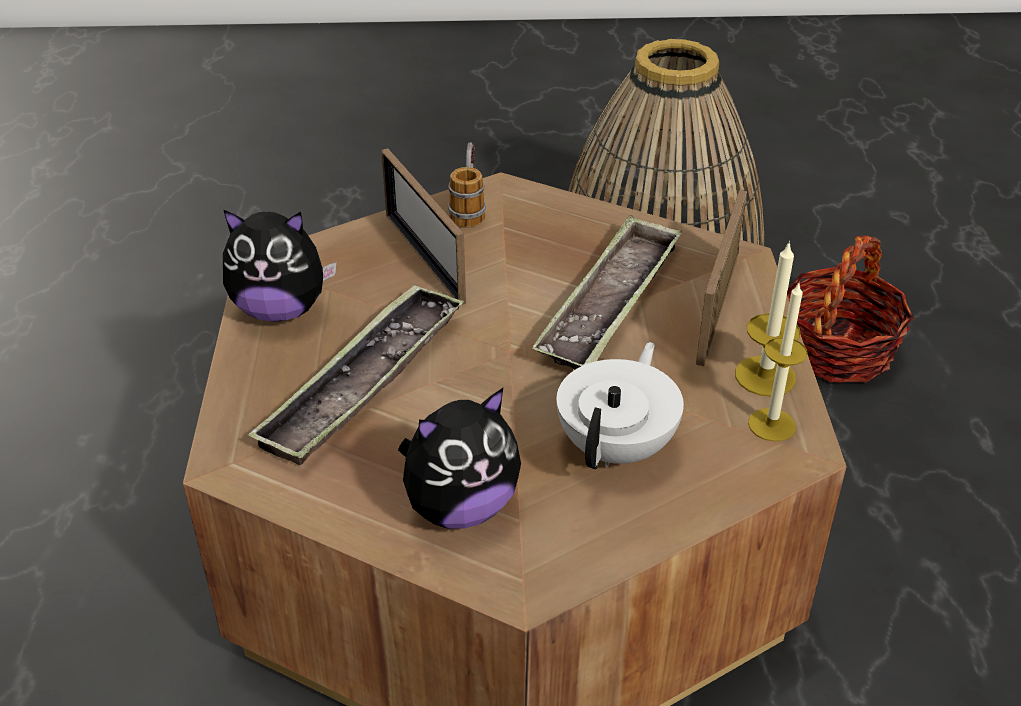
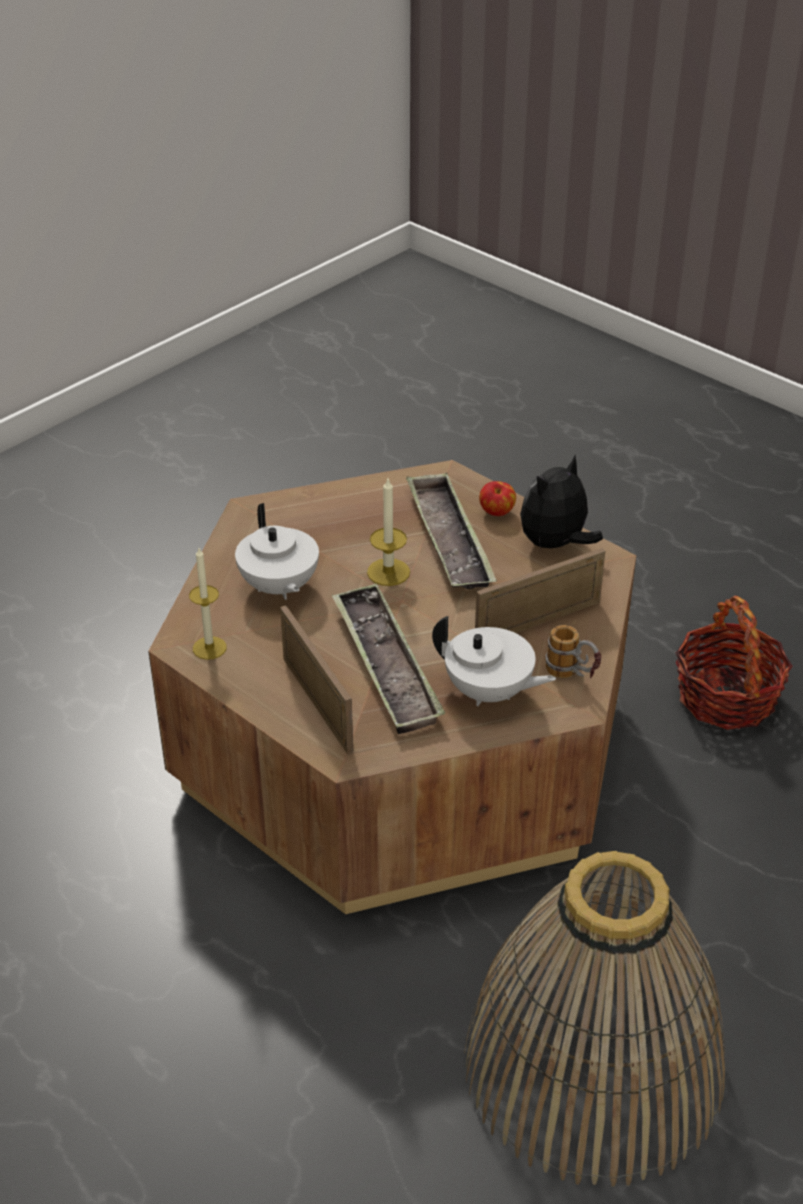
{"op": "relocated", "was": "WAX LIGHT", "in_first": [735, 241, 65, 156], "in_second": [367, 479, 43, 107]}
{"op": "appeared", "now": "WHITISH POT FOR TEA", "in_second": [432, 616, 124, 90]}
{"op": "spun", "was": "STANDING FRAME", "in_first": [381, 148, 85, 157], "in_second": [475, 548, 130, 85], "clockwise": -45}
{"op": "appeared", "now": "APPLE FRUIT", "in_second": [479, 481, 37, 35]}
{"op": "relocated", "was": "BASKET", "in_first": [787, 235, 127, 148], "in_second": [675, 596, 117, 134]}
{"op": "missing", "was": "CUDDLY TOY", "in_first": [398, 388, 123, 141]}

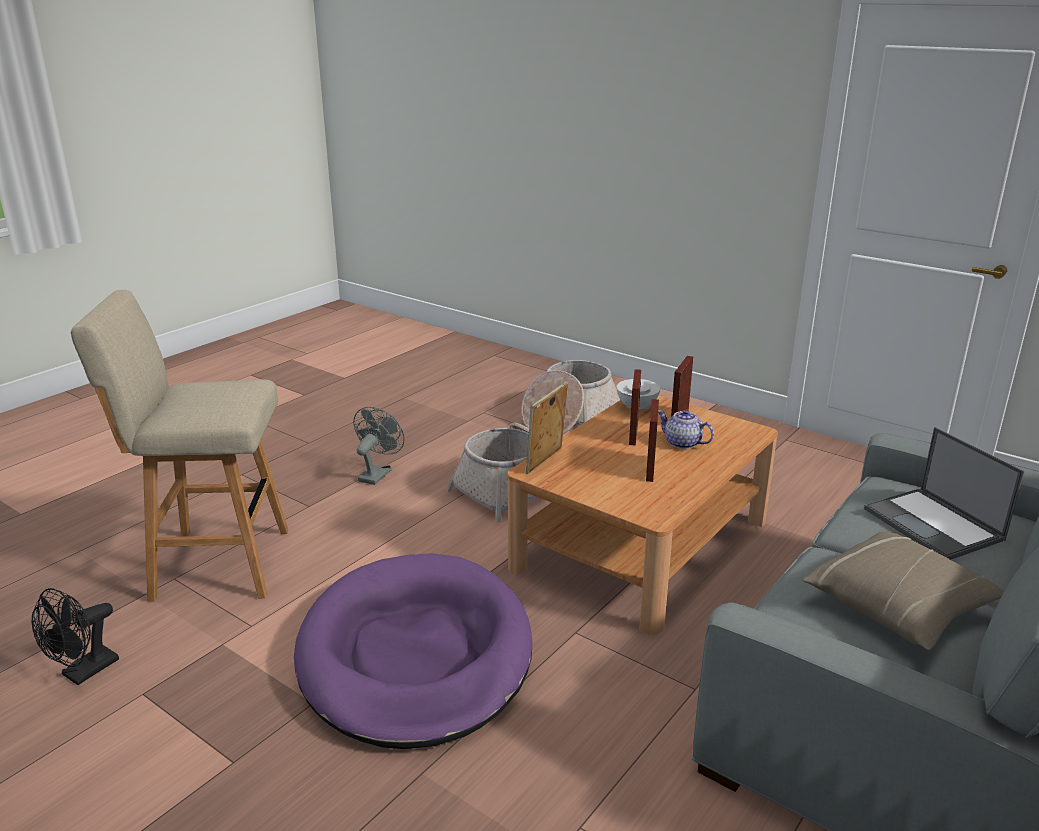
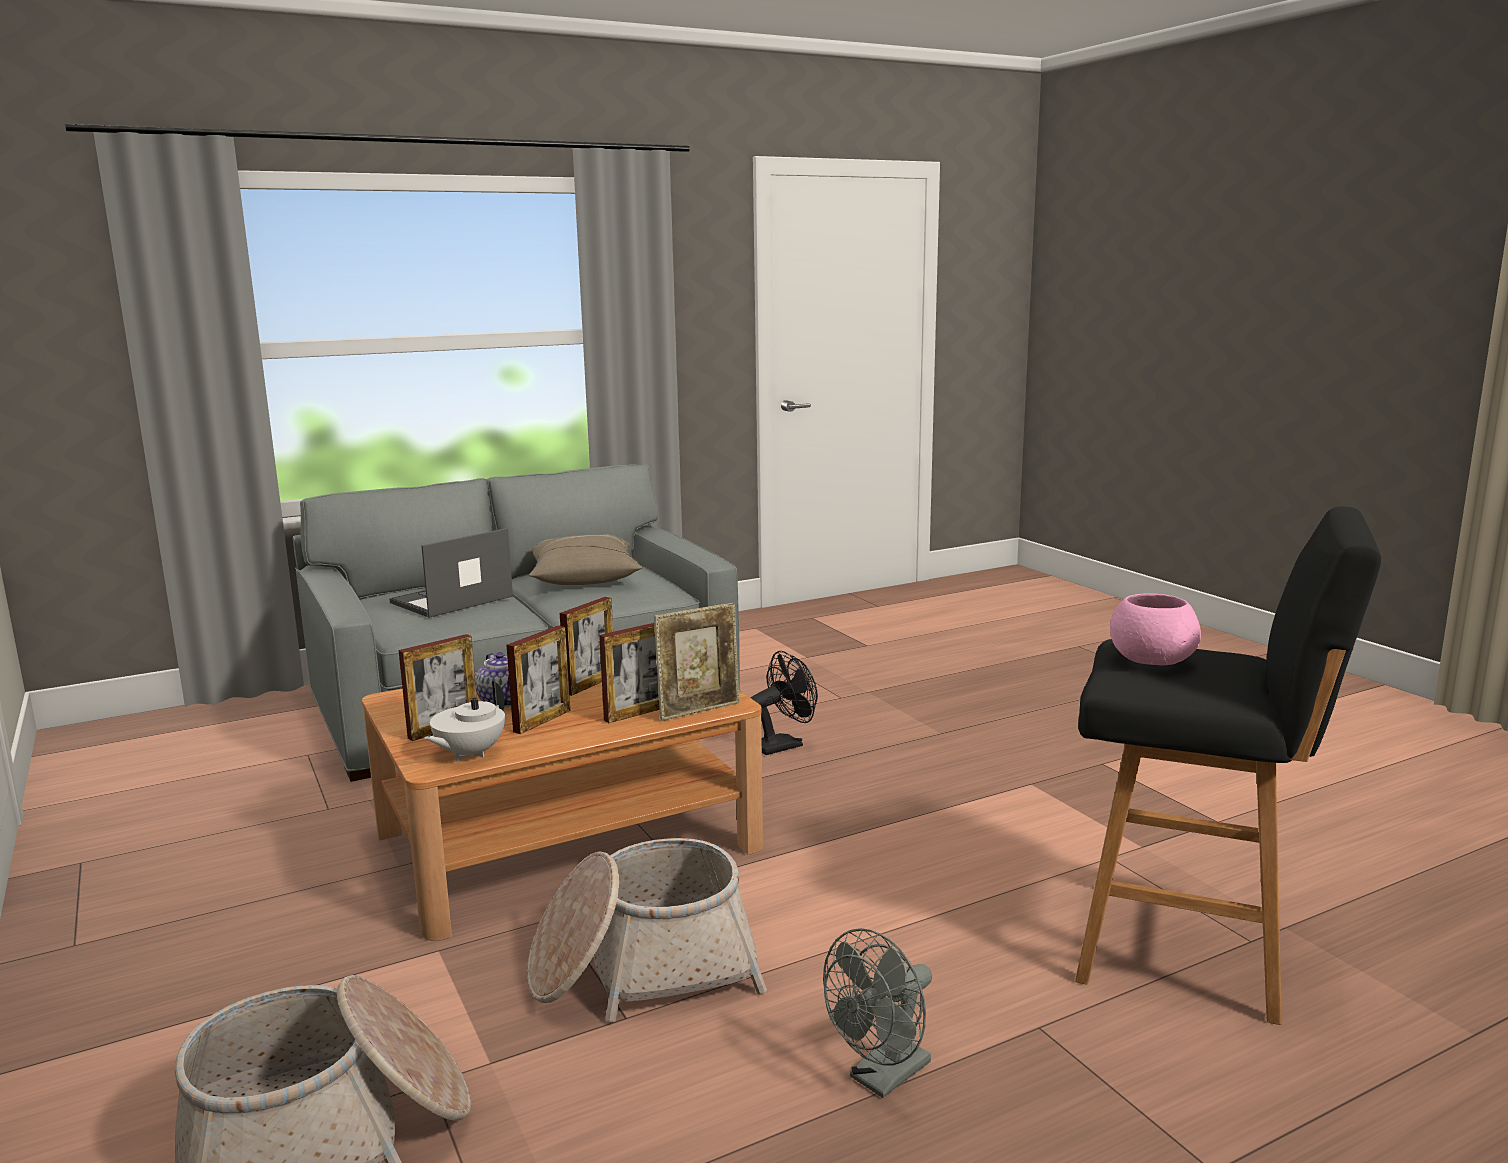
{"op": "spun", "was": "PORTABLE COMPUTER", "in_first": [864, 427, 160, 133], "in_second": [389, 528, 124, 90], "clockwise": -135}
{"op": "appeared", "now": "STANDING FRAME", "in_second": [599, 623, 61, 100]}
{"op": "relocated", "was": "BLACKISH ELECTRIC FAN", "in_first": [32, 588, 87, 97], "in_second": [751, 651, 67, 104]}
{"op": "colour", "was": "BEIGE SITTING STOOL", "now": "BLACKISH SITTING STOOL", "in_first": [71, 290, 218, 312], "in_second": [1075, 506, 306, 519]}
{"op": "appeared", "now": "PINK-COLOURED SERVING BOWL", "in_second": [1110, 593, 91, 72]}
{"op": "missing", "was": "PURPLE-COLOURED DOG BED", "in_first": [294, 553, 239, 196]}

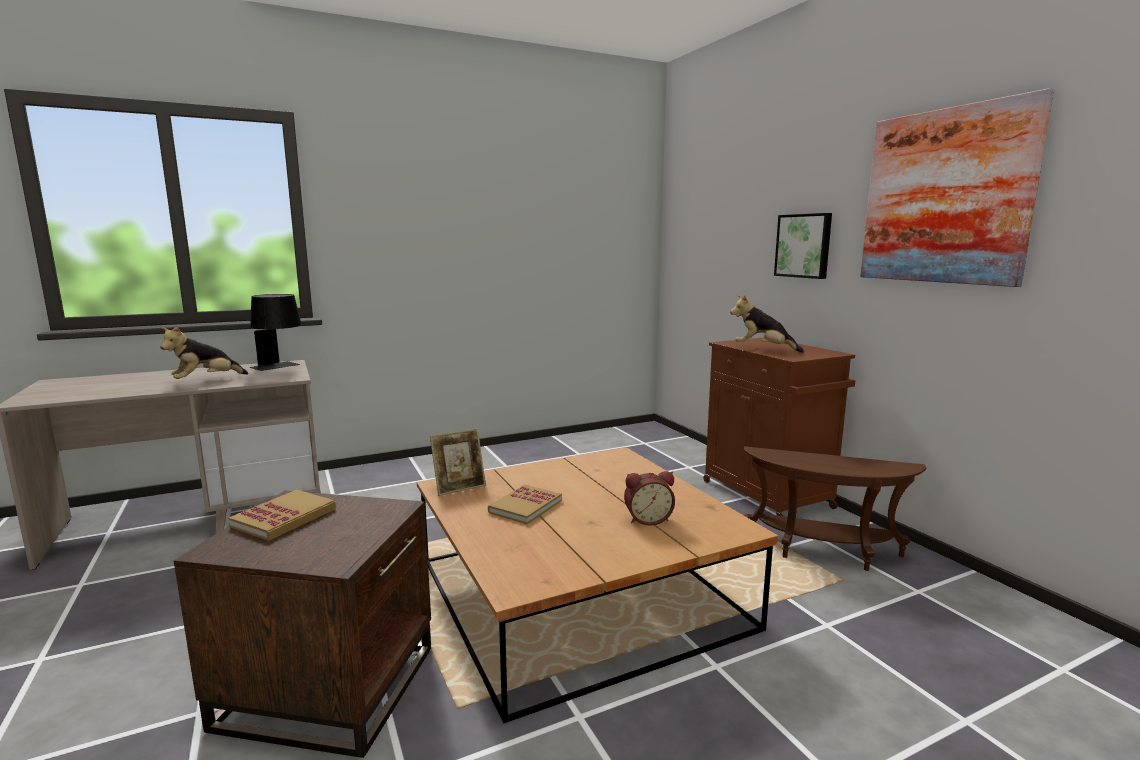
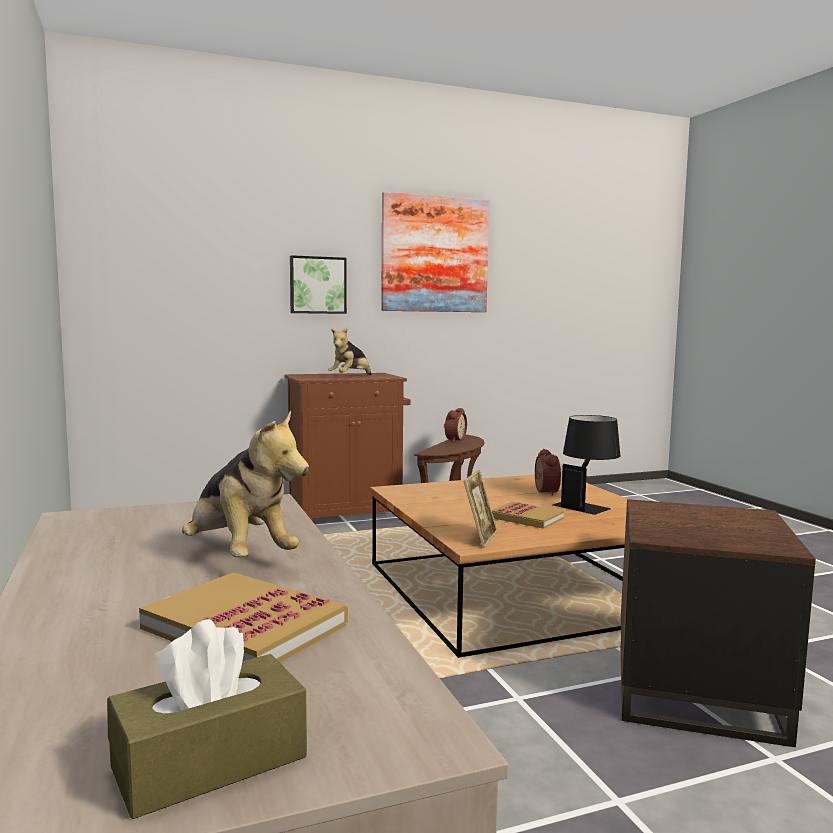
{"op": "appeared", "now": "BROWN-COLOURED TISSUE HOLDER", "in_second": [107, 619, 200, 200]}
{"op": "relocated", "was": "BOOK", "in_first": [229, 490, 107, 51], "in_second": [139, 572, 209, 90]}
{"op": "appeared", "now": "BEDSIDE CLOCK", "in_second": [444, 408, 23, 34]}
{"op": "spun", "was": "STANDING FRAME", "in_first": [430, 429, 56, 67], "in_second": [463, 470, 34, 78], "clockwise": 45}
{"op": "relocated", "was": "BLACKISH TABLE LAMP", "in_first": [249, 294, 53, 77], "in_second": [553, 415, 67, 100]}

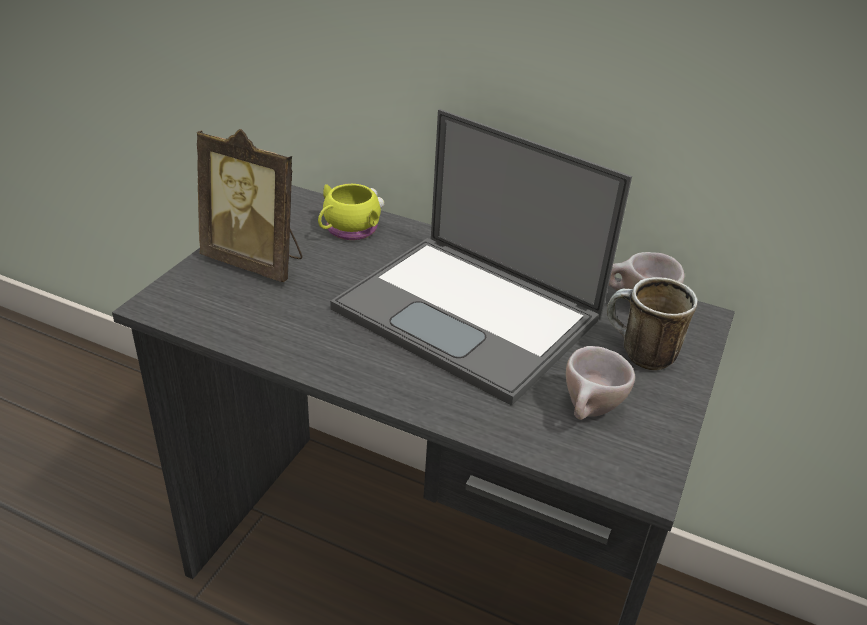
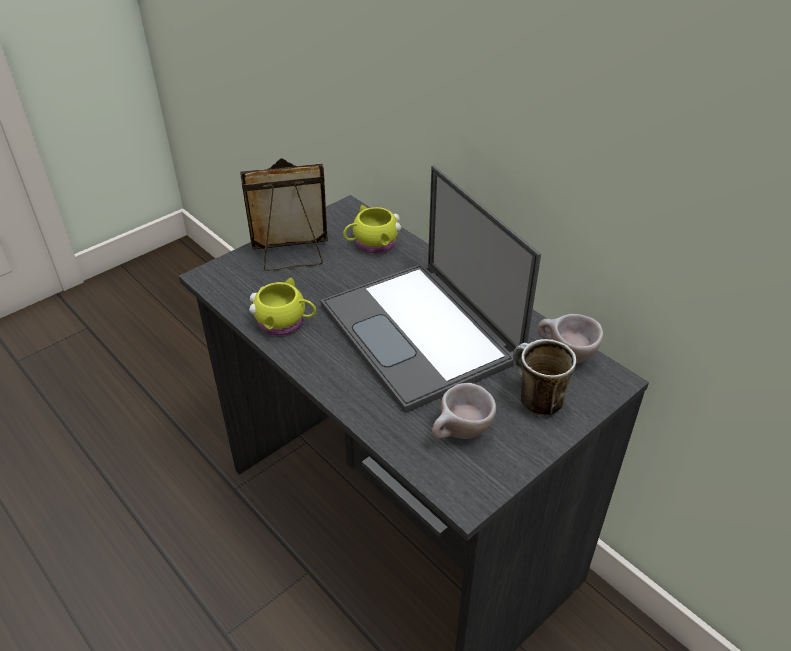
{"op": "spun", "was": "STANDING FRAME", "in_first": [197, 129, 105, 153], "in_second": [240, 158, 88, 113], "clockwise": 120}
{"op": "appeared", "now": "YELLOW COFFEE MUG", "in_second": [249, 278, 67, 57]}

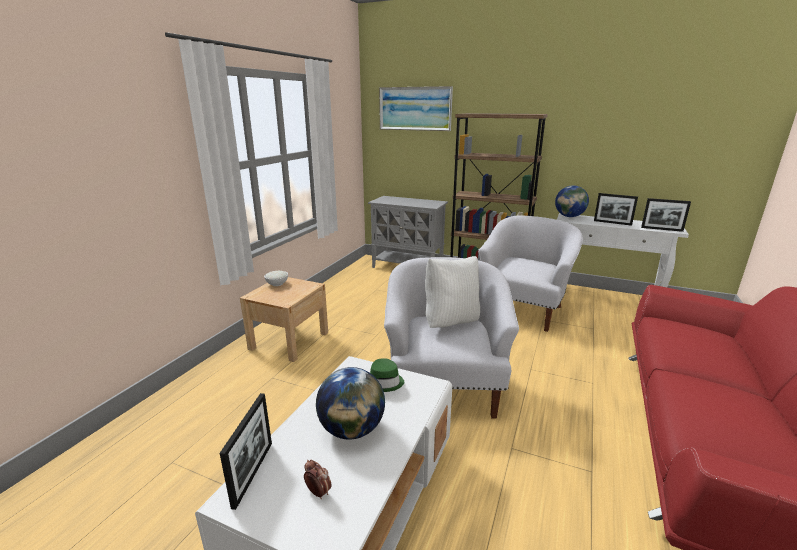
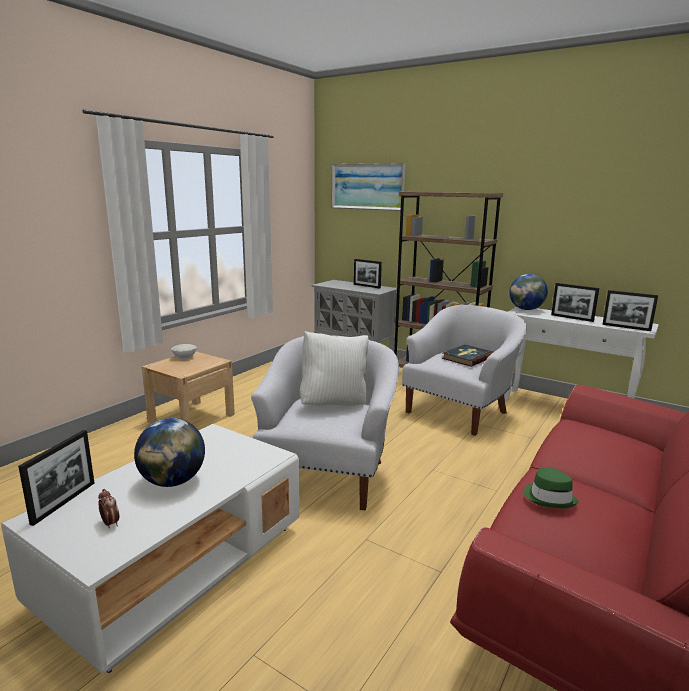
{"op": "appeared", "now": "STANDING FRAME", "in_second": [354, 259, 28, 29]}
{"op": "appeared", "now": "BOOK", "in_second": [442, 345, 51, 22]}
{"op": "relocated", "was": "GREEN CLOTHING HAT", "in_first": [370, 358, 35, 34], "in_second": [524, 467, 55, 41]}

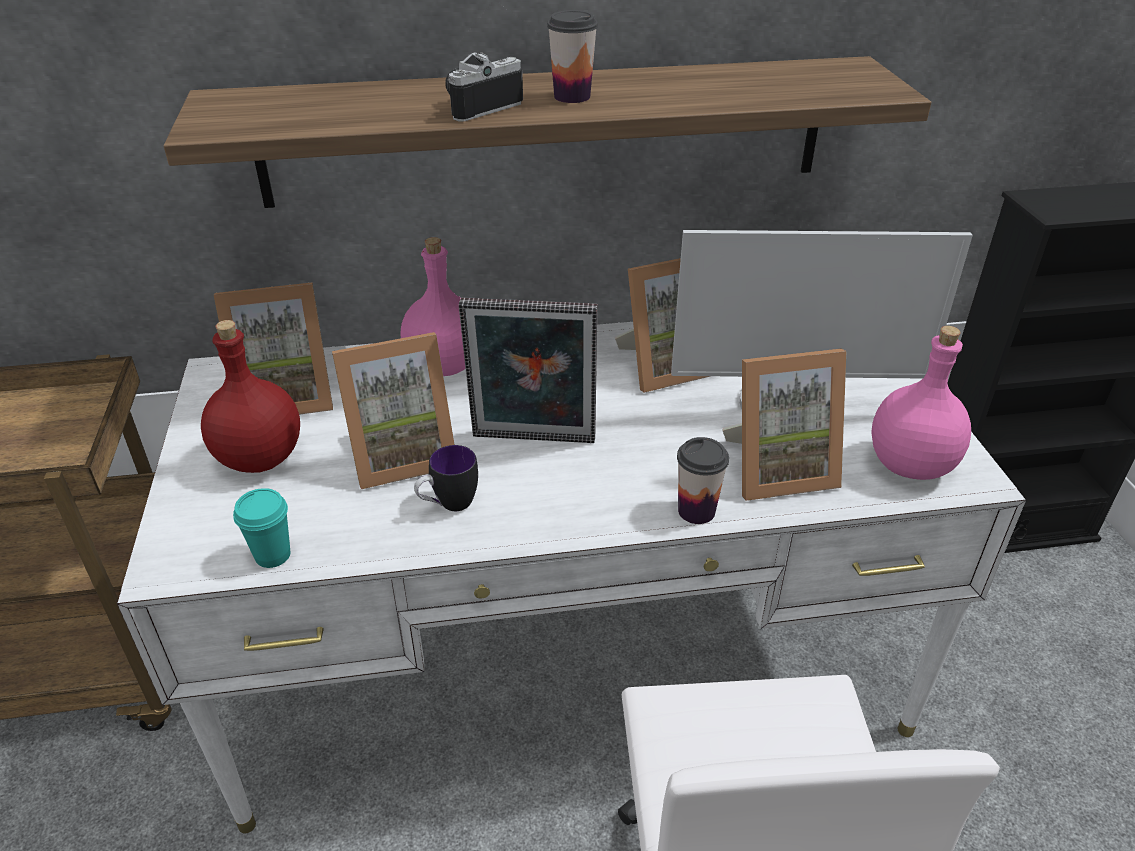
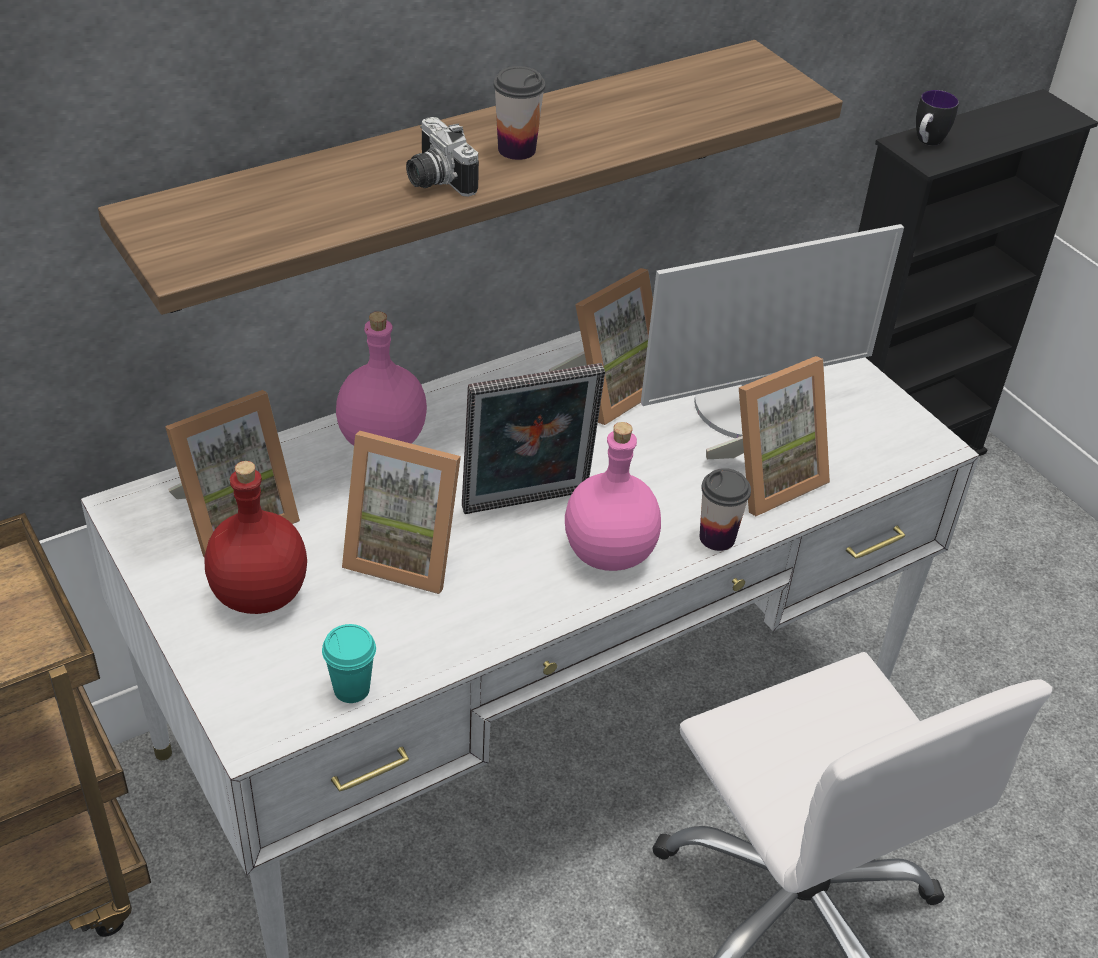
{"op": "spun", "was": "STANDING FRAME", "in_first": [332, 332, 123, 157], "in_second": [342, 431, 119, 163], "clockwise": 60}
{"op": "spun", "was": "STILL CAMERA", "in_first": [445, 52, 78, 70], "in_second": [406, 117, 73, 80], "clockwise": -60}
{"op": "relocated", "was": "PINK-COLOURED DRINK BOTTLE", "in_first": [871, 326, 100, 154], "in_second": [565, 422, 96, 149]}
{"op": "relocated", "was": "COFFEE MUG", "in_first": [414, 445, 64, 66], "in_second": [916, 90, 43, 56]}

